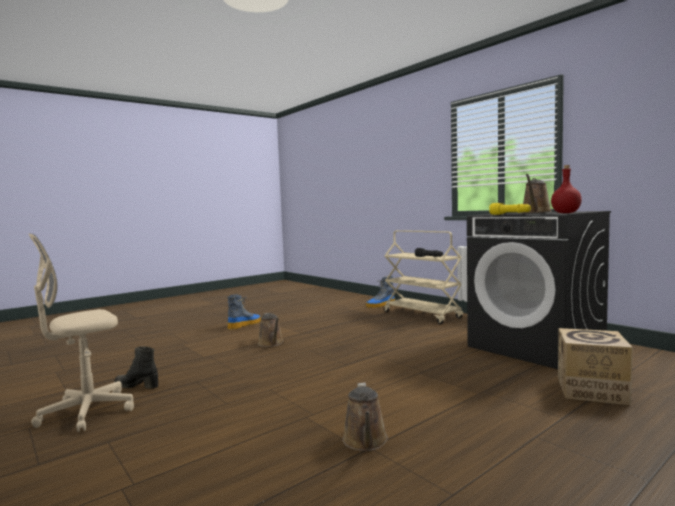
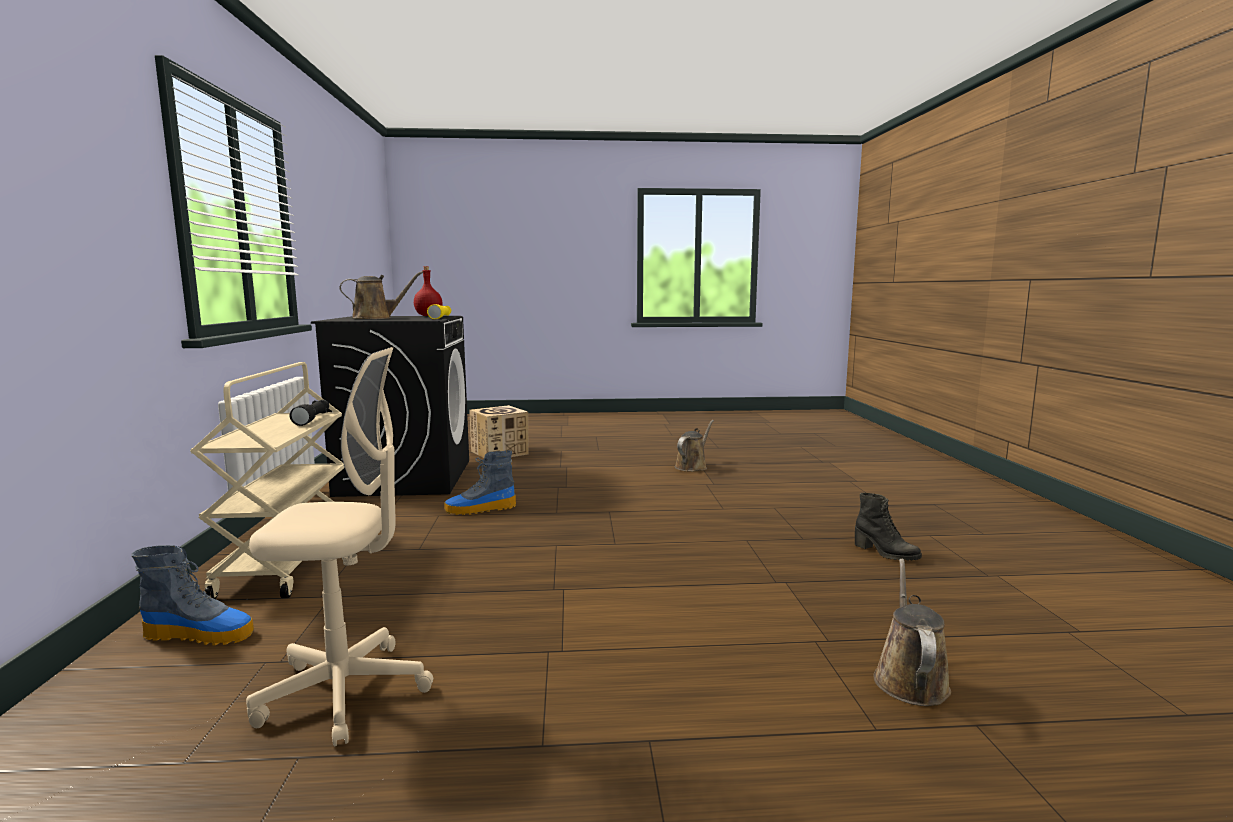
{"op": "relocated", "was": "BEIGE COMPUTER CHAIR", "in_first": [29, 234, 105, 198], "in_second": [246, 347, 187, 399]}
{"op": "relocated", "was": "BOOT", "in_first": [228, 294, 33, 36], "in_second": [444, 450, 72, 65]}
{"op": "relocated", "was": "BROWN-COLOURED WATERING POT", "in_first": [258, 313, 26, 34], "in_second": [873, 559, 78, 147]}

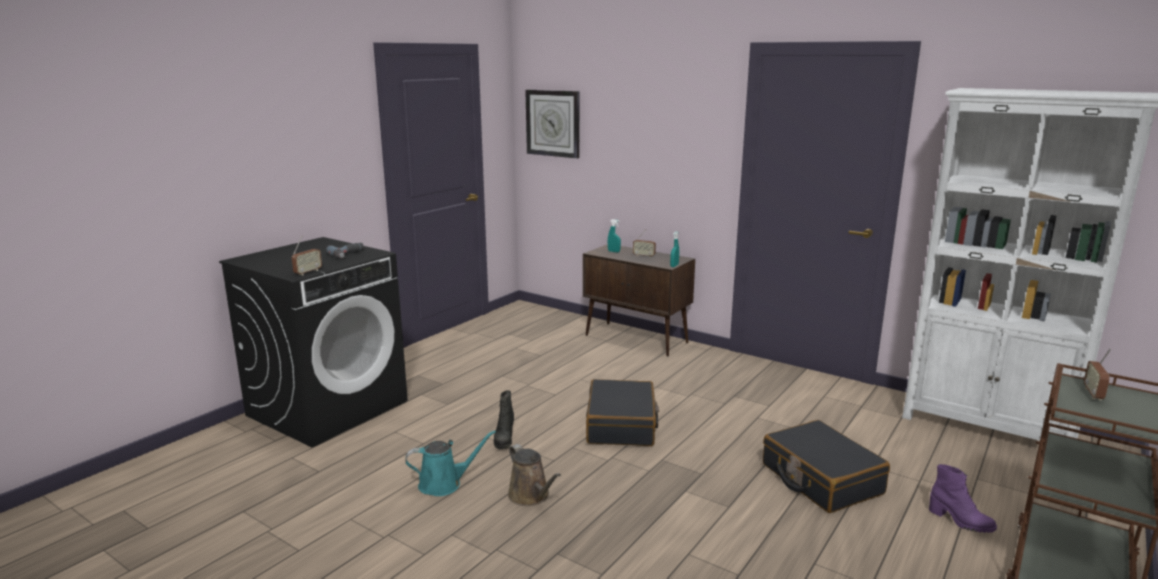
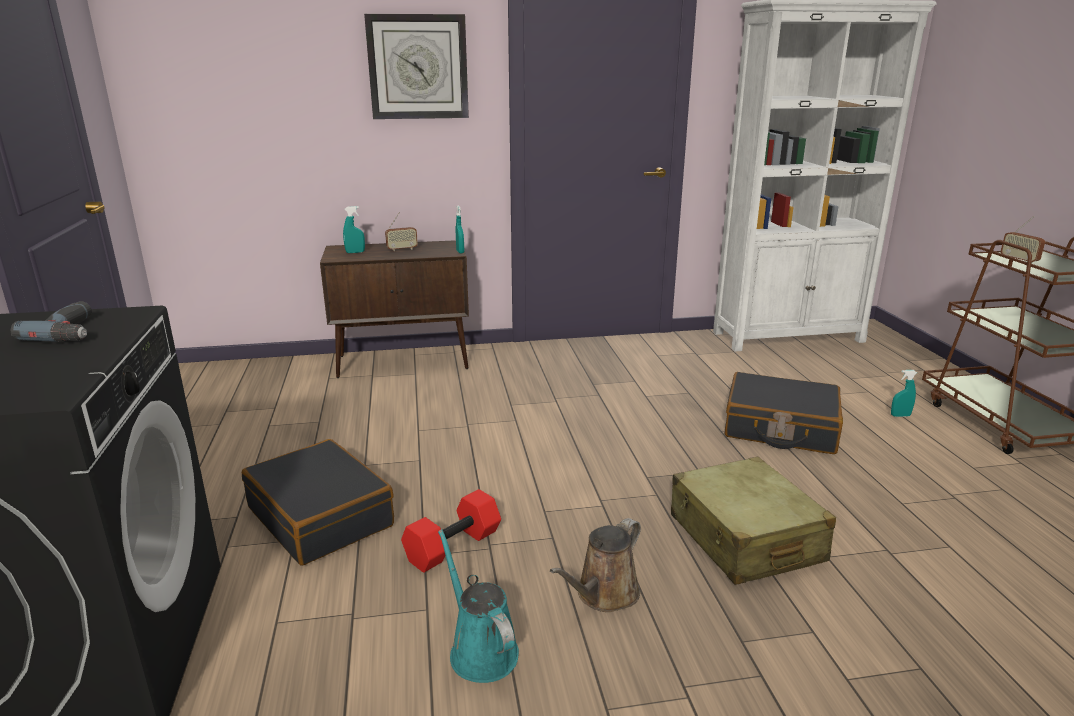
{"op": "relocated", "was": "BLACKISH TRAVEL CASE", "in_first": [586, 379, 73, 67], "in_second": [242, 439, 152, 126]}
{"op": "relocated", "was": "HANGING CLOCK", "in_first": [525, 90, 55, 68], "in_second": [364, 14, 105, 105]}
{"op": "exchanged", "was": "BLACKISH BOOT", "now": "RED DUMBBELL", "in_first": [494, 390, 20, 59], "in_second": [401, 489, 100, 84]}
{"op": "spun", "was": "TURQUOISE WATERING POT", "in_first": [405, 430, 91, 66], "in_second": [438, 529, 81, 154], "clockwise": -60}
{"op": "spun", "was": "BROWN-COLOURED WATERING POT", "in_first": [508, 444, 53, 62], "in_second": [550, 518, 91, 94], "clockwise": 120}
{"op": "appeared", "now": "BEIGE TRAVEL CASE", "in_second": [671, 457, 165, 128]}
{"op": "exchanged", "was": "PURPLE-COLOURED BOOT", "now": "TURQUOISE SPRAYER", "in_first": [929, 464, 68, 69], "in_second": [891, 370, 26, 47]}
{"op": "missing", "was": "RADIO", "in_first": [292, 236, 30, 40]}

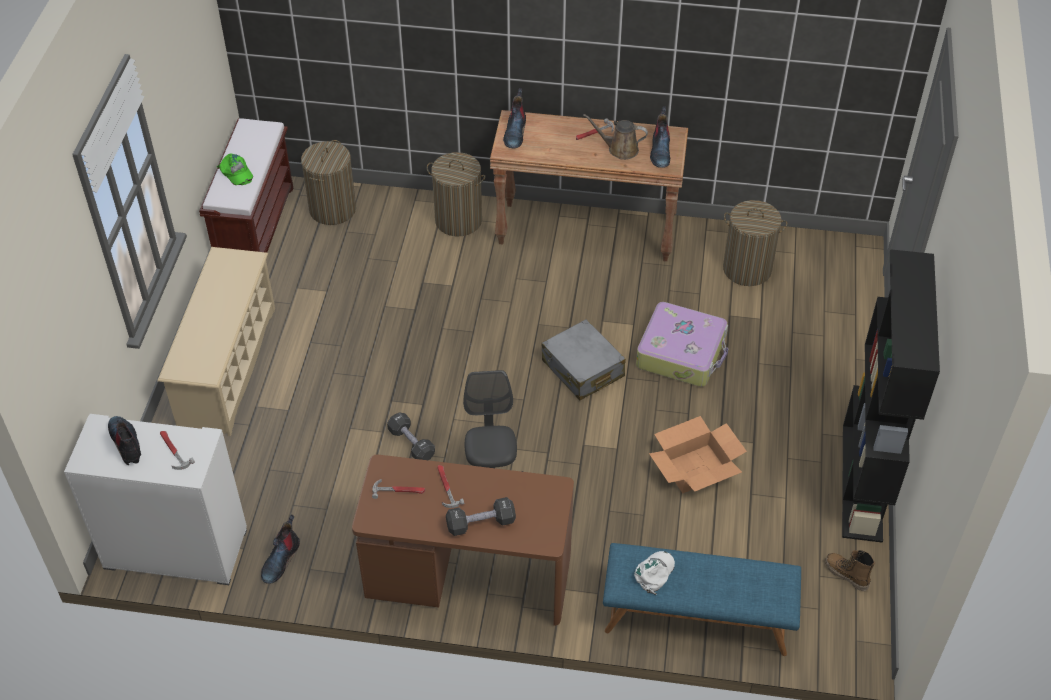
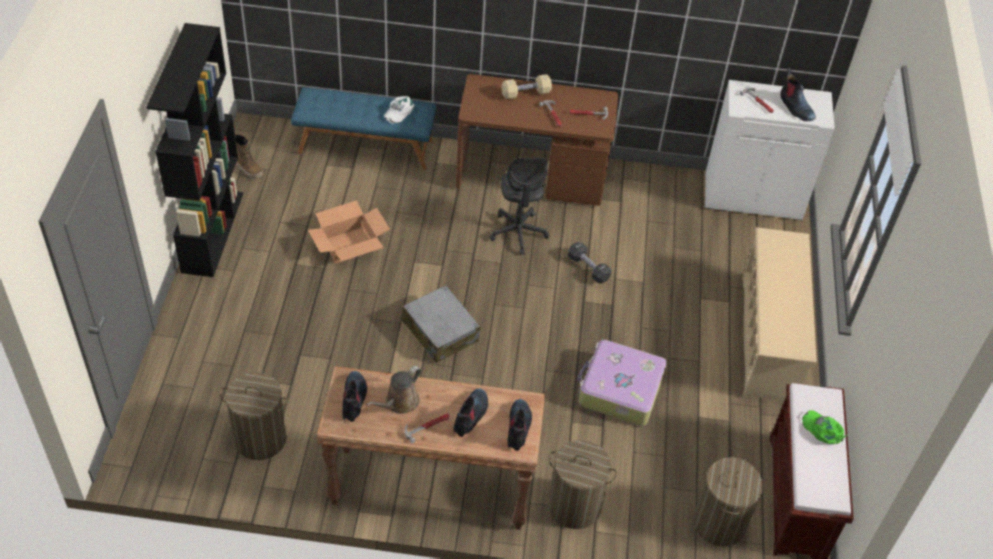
{"op": "spun", "was": "BROWN-COLOURED WATERING POT", "in_first": [583, 114, 65, 46], "in_second": [367, 366, 54, 48], "clockwise": 120}
{"op": "relocated", "was": "BOOT", "in_first": [261, 514, 39, 70], "in_second": [453, 388, 35, 49]}
{"op": "colour", "was": "BLACKISH DUMBBELL", "now": "BEIGE DUMBBELL", "in_first": [446, 497, 70, 39], "in_second": [501, 74, 51, 25]}
{"op": "relocated", "was": "TRAVEL CASE", "in_first": [636, 302, 92, 85], "in_second": [577, 339, 90, 87]}

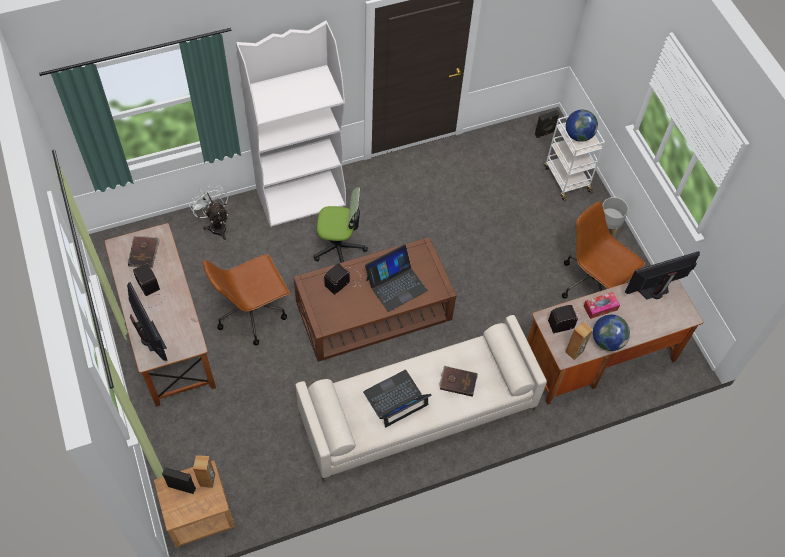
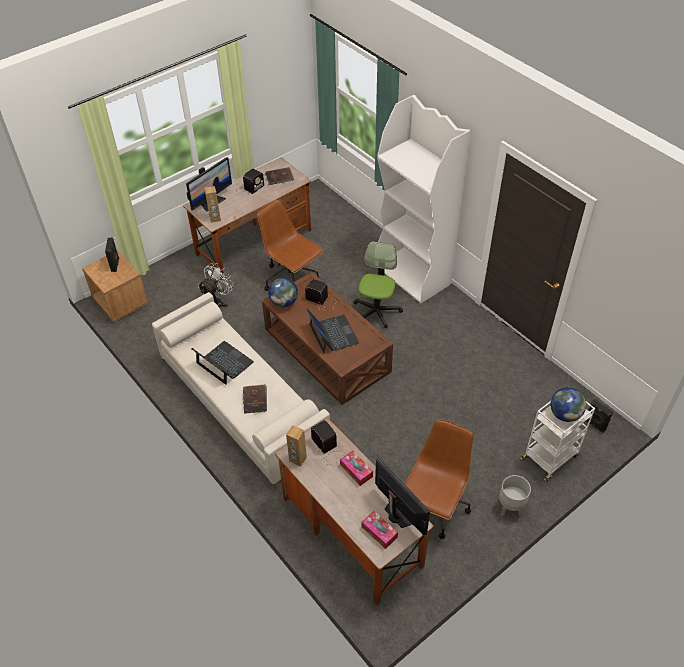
{"op": "relocated", "was": "WHITISH ELECTRIC FAN", "in_first": [189, 185, 39, 55], "in_second": [198, 263, 36, 44]}
{"op": "relocated", "was": "BROWN-COLOURED LOUDSPEAKER", "in_first": [193, 455, 22, 33], "in_second": [204, 186, 17, 37]}
{"op": "relocated", "was": "GLOBE", "in_first": [593, 315, 37, 36], "in_second": [268, 278, 30, 29]}
{"op": "spun", "was": "PORTABLE COMPUTER", "in_first": [365, 244, 63, 68], "in_second": [306, 308, 53, 46], "clockwise": -150}
{"op": "spun", "was": "COMPUTER CHAIR", "in_first": [314, 187, 54, 76], "in_second": [353, 241, 50, 87], "clockwise": -150}
{"op": "appeared", "now": "TISSUE HOLDER", "in_second": [362, 511, 36, 38]}

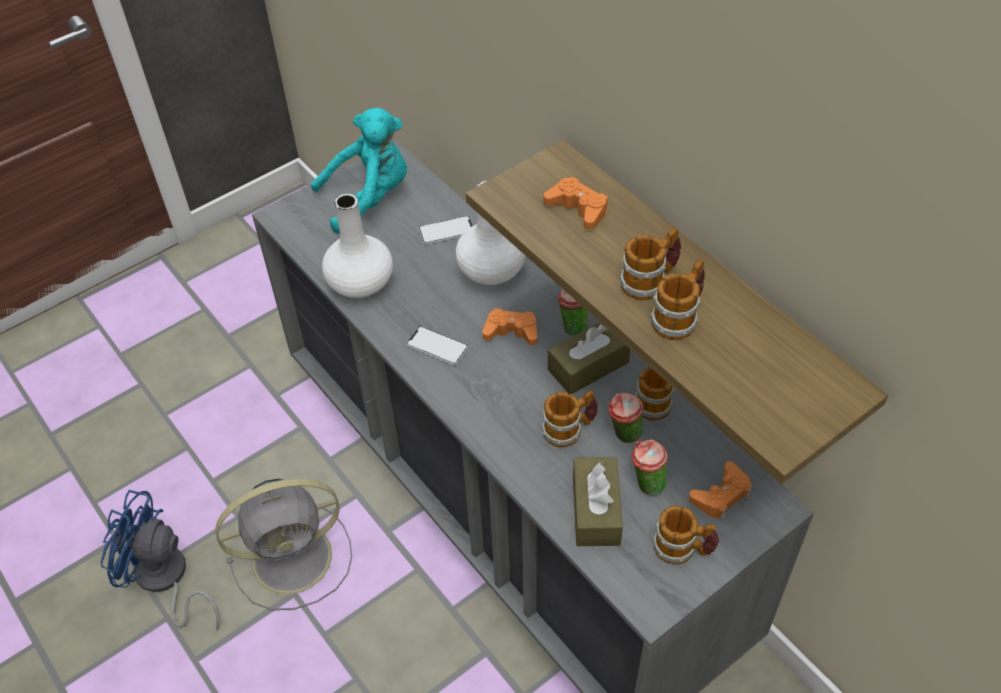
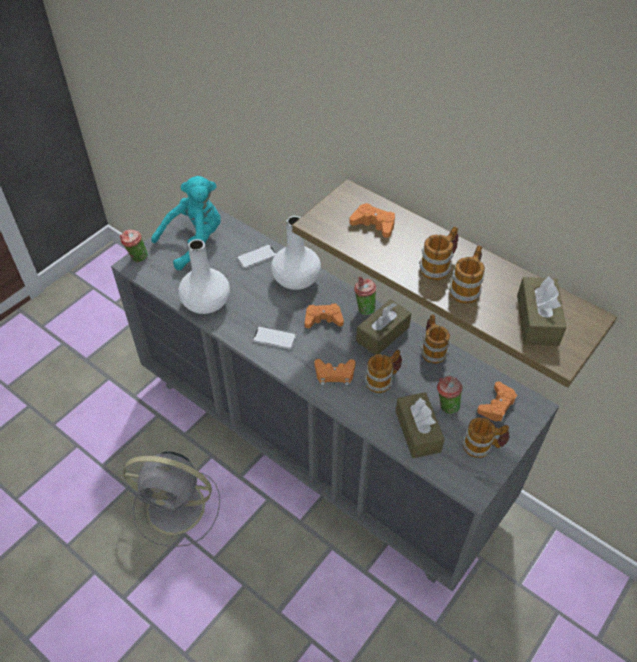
{"op": "relocated", "was": "CUP", "in_first": [608, 393, 35, 50], "in_second": [119, 230, 29, 33]}
{"op": "spun", "was": "GRAY ELECTRIC FAN", "in_first": [215, 479, 137, 131], "in_second": [123, 451, 97, 96], "clockwise": 45}
{"op": "appeared", "now": "ORANGE-COLOURED JOYPAD", "in_second": [315, 359, 41, 26]}
{"op": "appeared", "now": "BROWN-COLOURED TISSUE HOLDER", "in_second": [517, 277, 49, 69]}
{"op": "missing", "was": "BLUE-COLOURED ELECTRIC FAN", "in_first": [101, 490, 119, 140]}

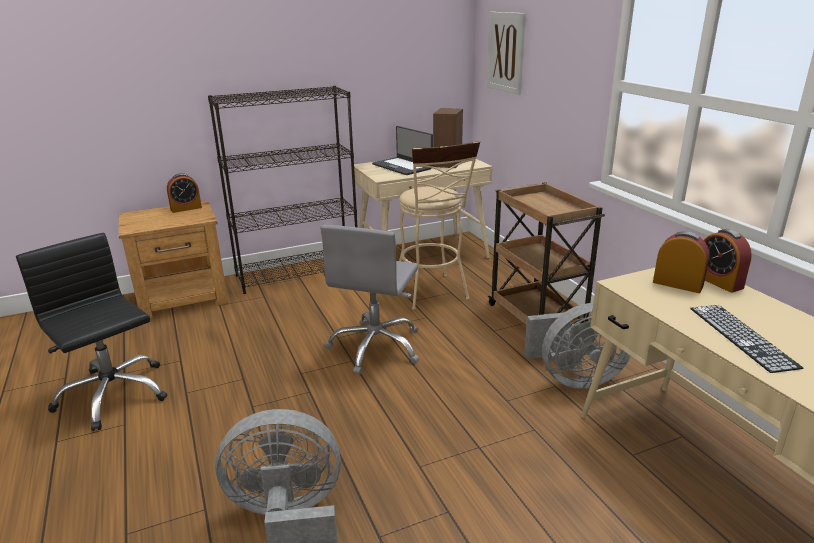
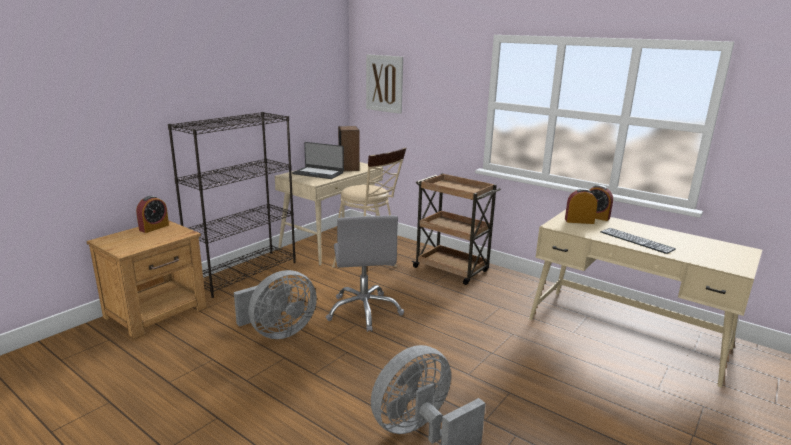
{"op": "relocated", "was": "GRAY ELECTRIC FAN", "in_first": [524, 303, 107, 86], "in_second": [234, 270, 83, 69]}
{"op": "missing", "was": "BLACKISH COMPUTER CHAIR", "in_first": [16, 233, 151, 198]}

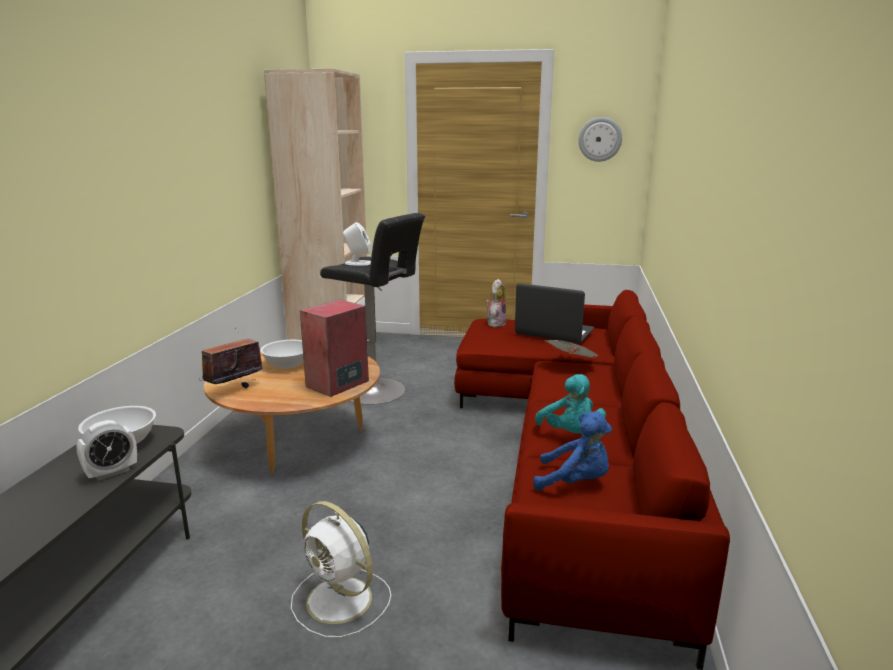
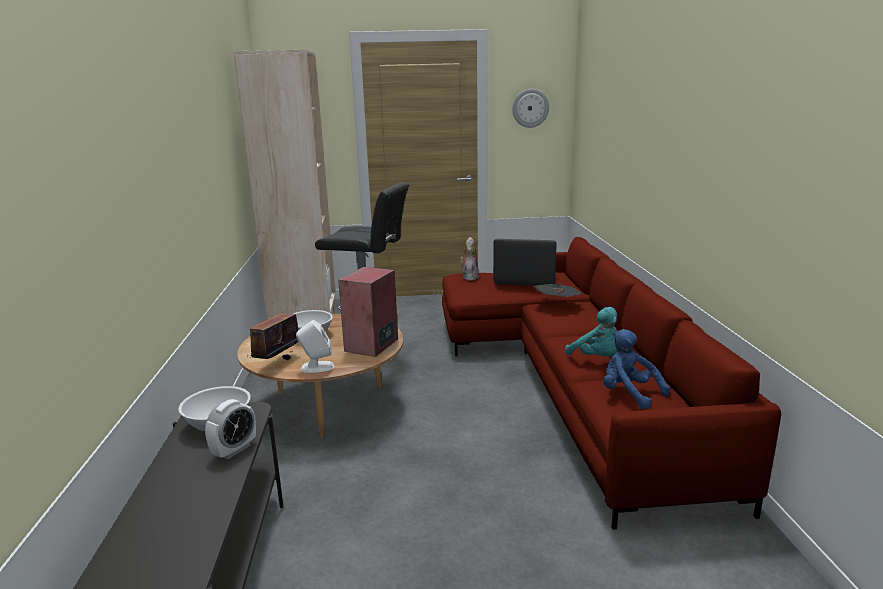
{"op": "relocated", "was": "WHITISH LOUDSPEAKER", "in_first": [343, 222, 28, 44], "in_second": [296, 320, 38, 53]}
{"op": "spun", "was": "BLUE-COLOURED CUDDLY TOY", "in_first": [533, 411, 79, 80], "in_second": [603, 329, 67, 80], "clockwise": -135}
{"op": "missing", "was": "WHITISH ELECTRIC FAN", "in_first": [291, 501, 100, 137]}

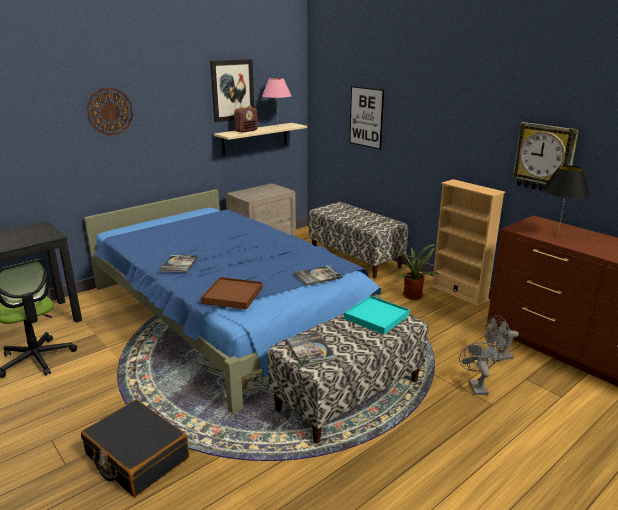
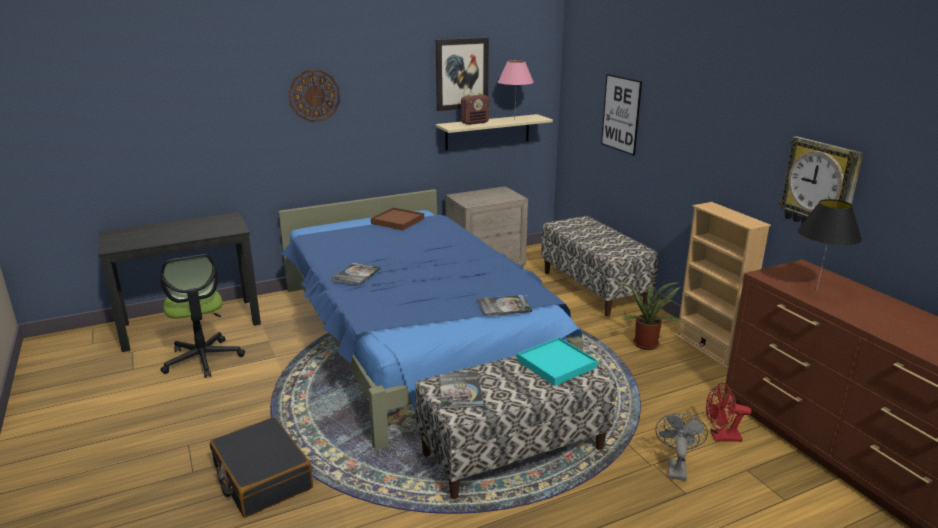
{"op": "relocated", "was": "BROWN-COLOURED CARRYING TRAY", "in_first": [201, 277, 62, 33], "in_second": [371, 208, 53, 22]}
{"op": "colour", "was": "GRAY ELECTRIC FAN", "now": "RED ELECTRIC FAN", "in_first": [484, 315, 35, 46], "in_second": [706, 383, 46, 59]}

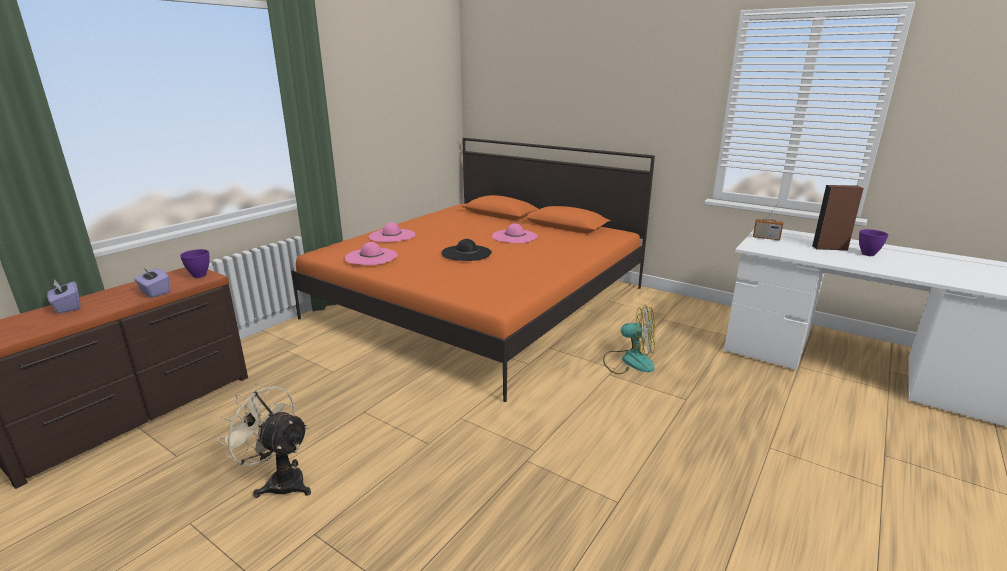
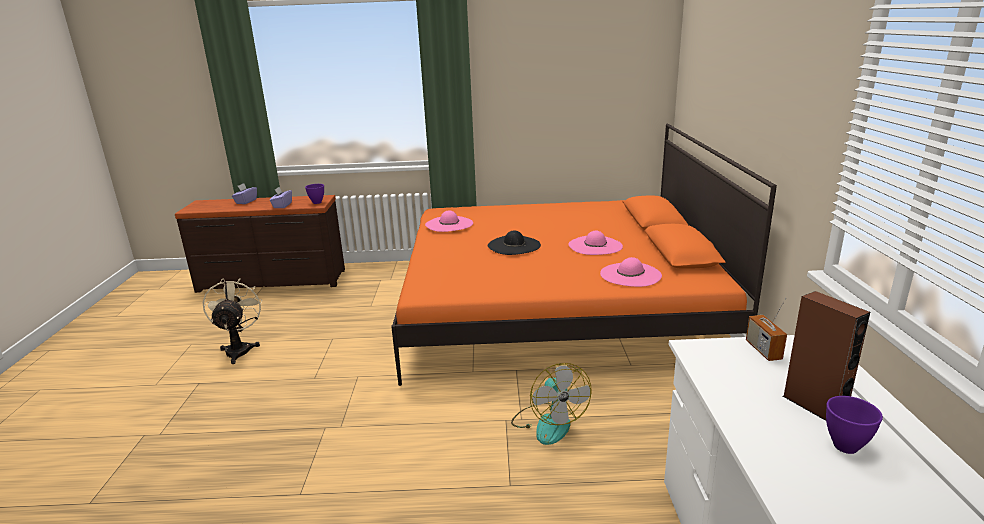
{"op": "relocated", "was": "PINK-COLOURED CLOTHING HAT", "in_first": [369, 222, 46, 20], "in_second": [600, 257, 62, 30]}

